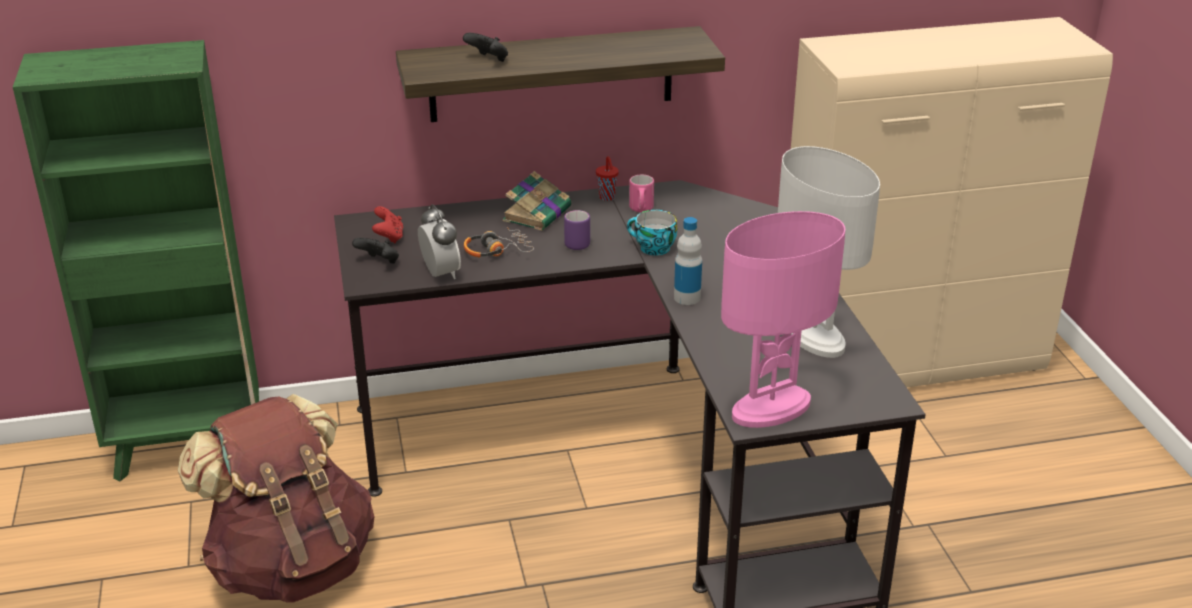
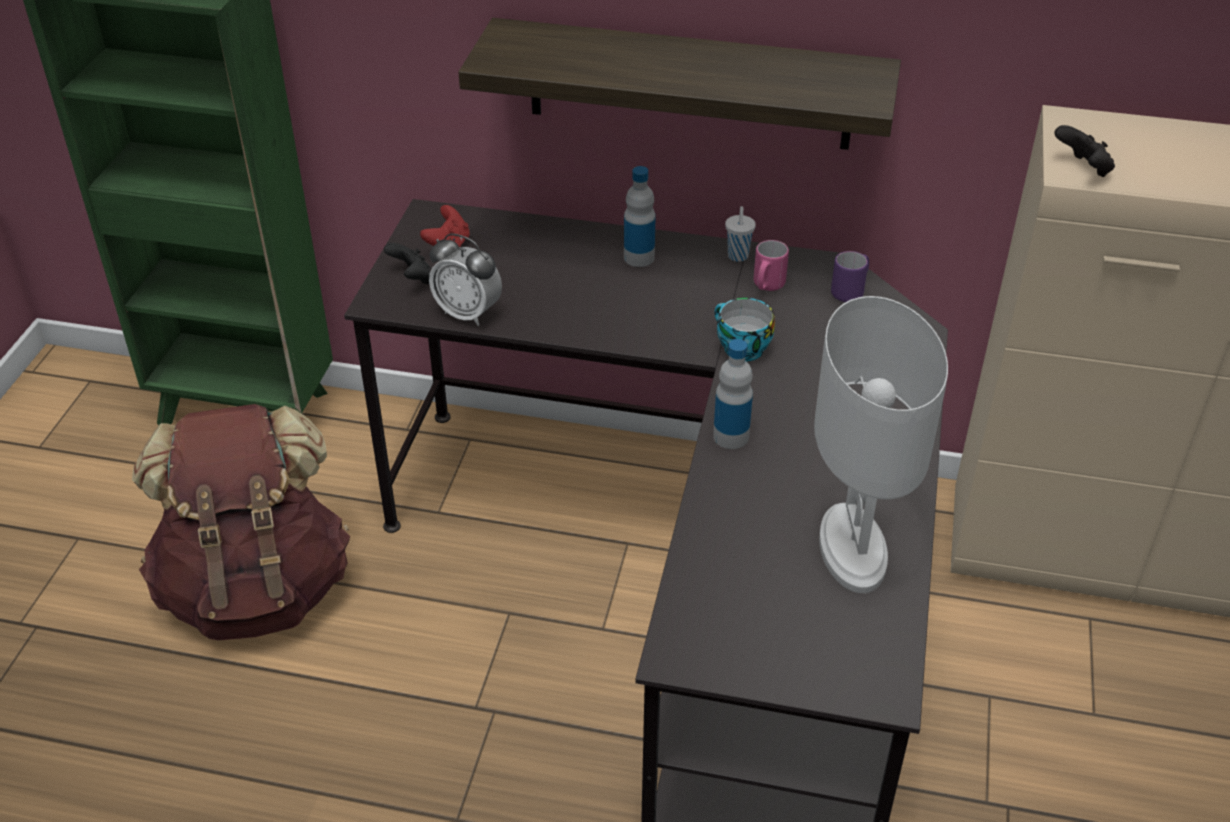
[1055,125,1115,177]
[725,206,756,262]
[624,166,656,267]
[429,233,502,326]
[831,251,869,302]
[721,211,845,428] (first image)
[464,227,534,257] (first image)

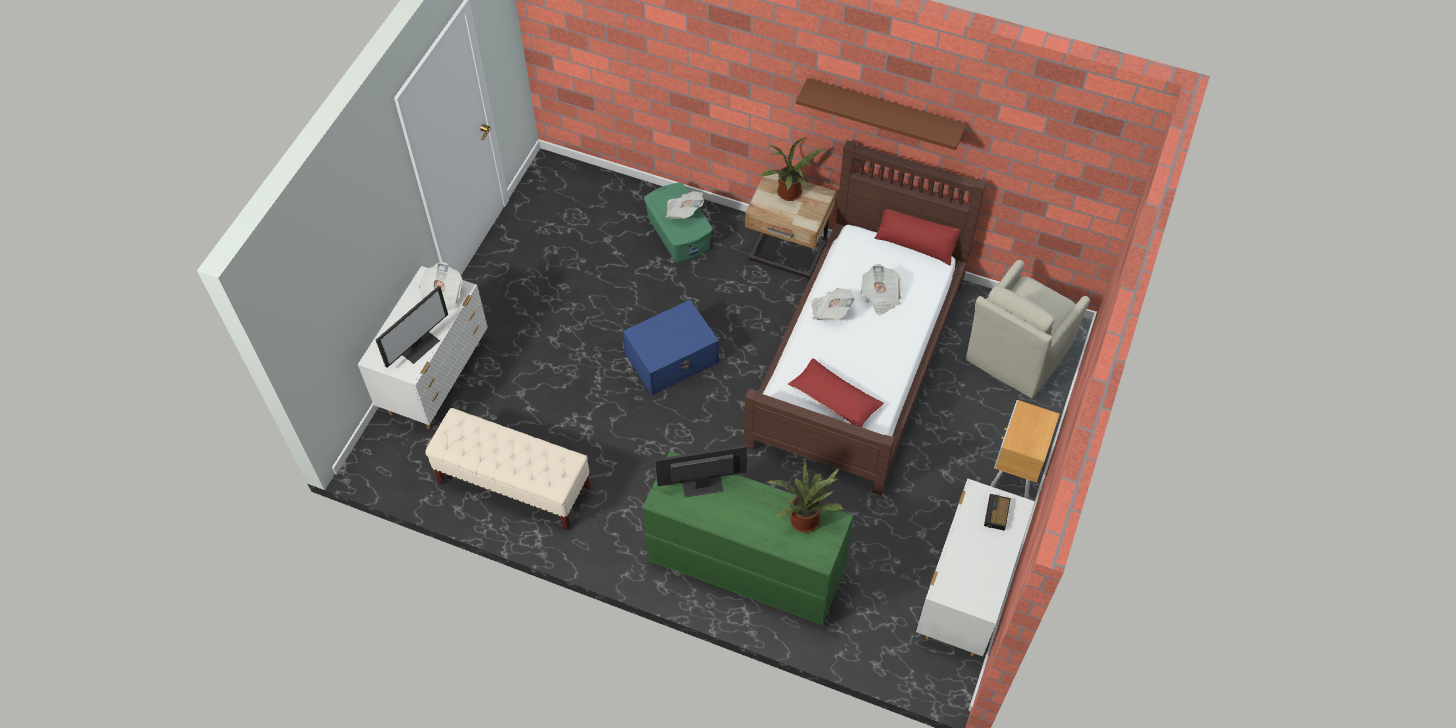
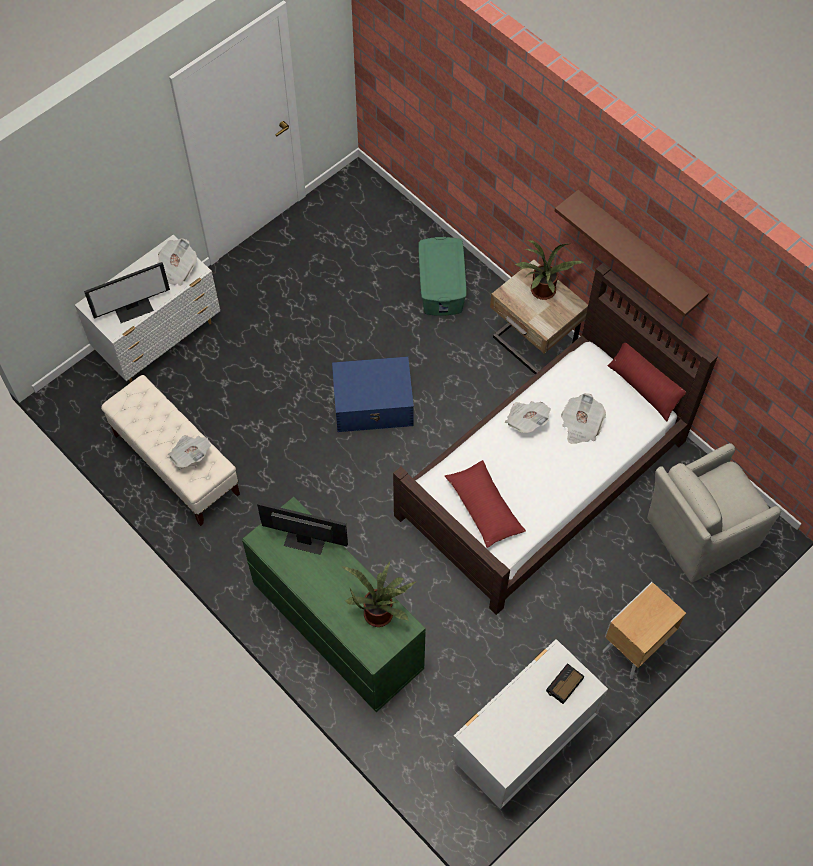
[168,435,211,467]

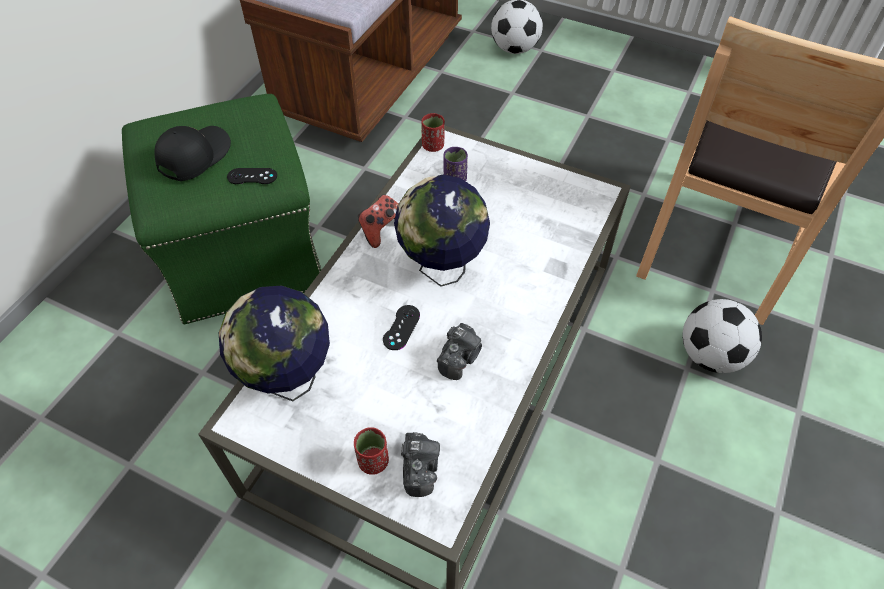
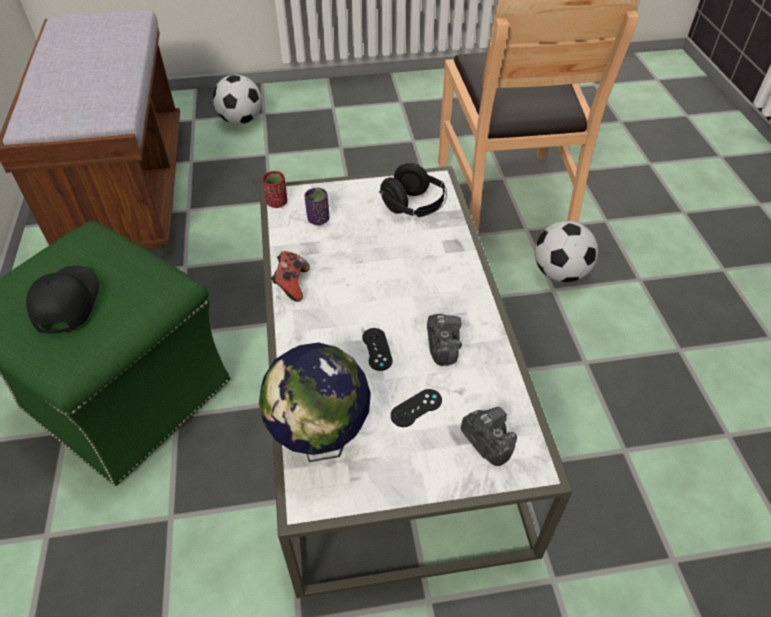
[391,389,442,427]
[394,175,490,287] (first image)
[354,427,389,475] (first image)
[379,163,447,217]

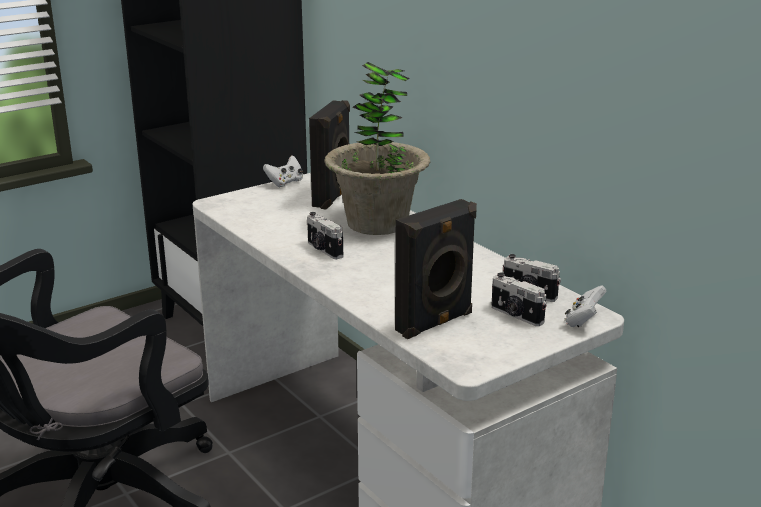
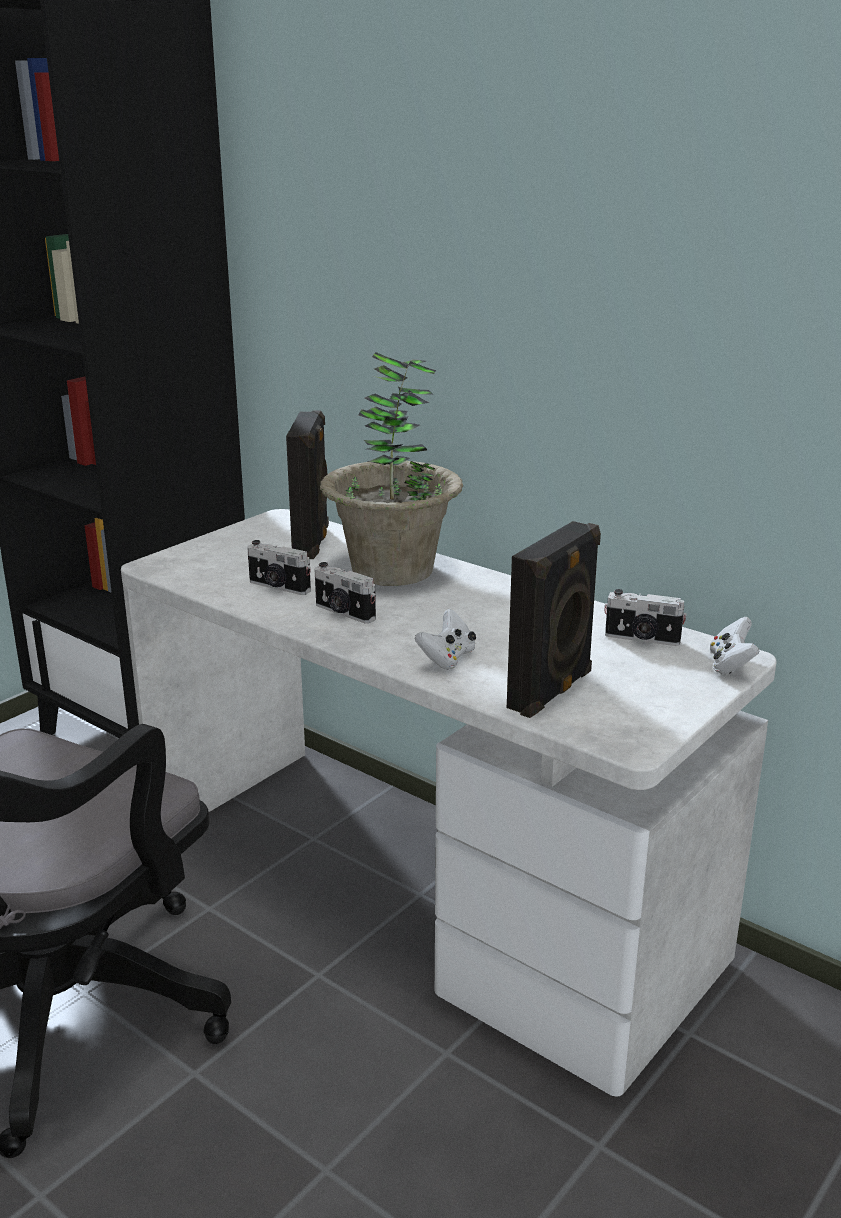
[415,609,476,670]
[247,540,311,595]

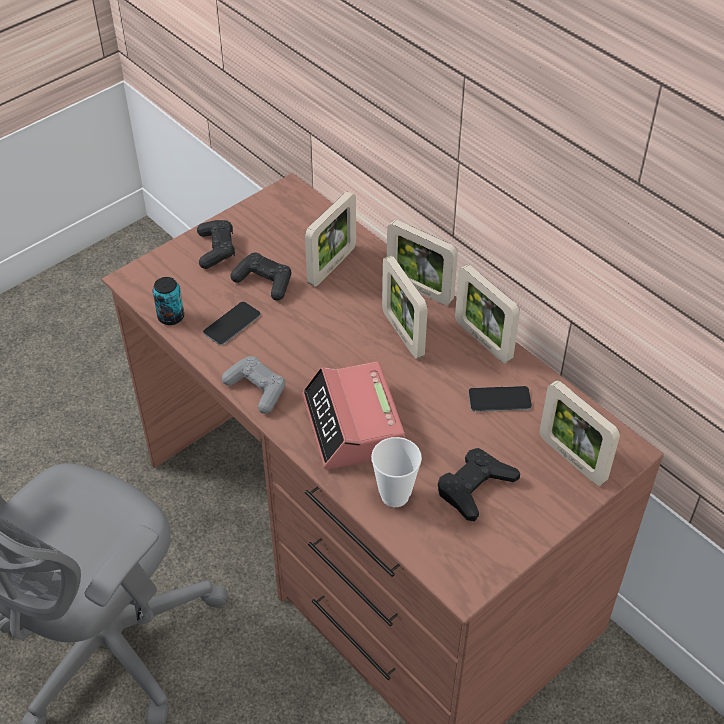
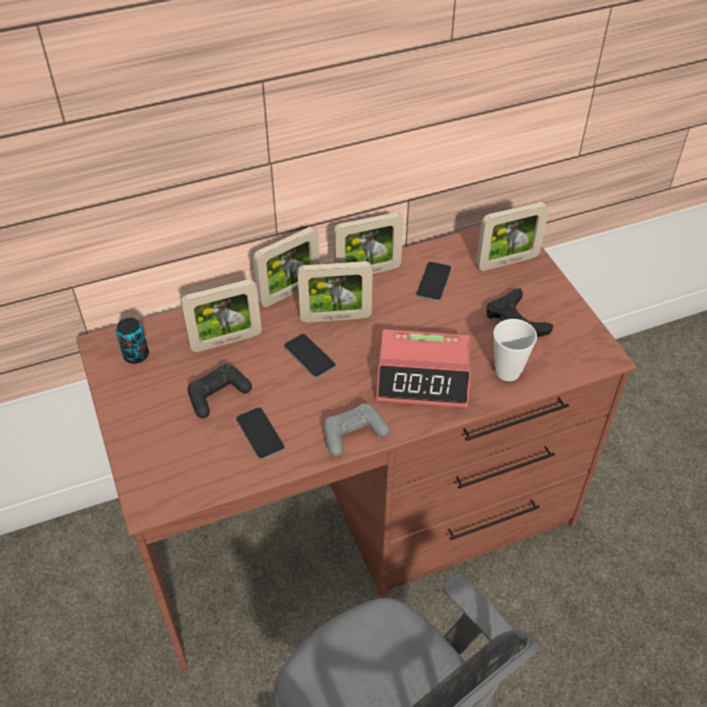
[181,279,262,352]
[197,220,235,269] (first image)
[116,318,149,364]
[284,334,335,378]

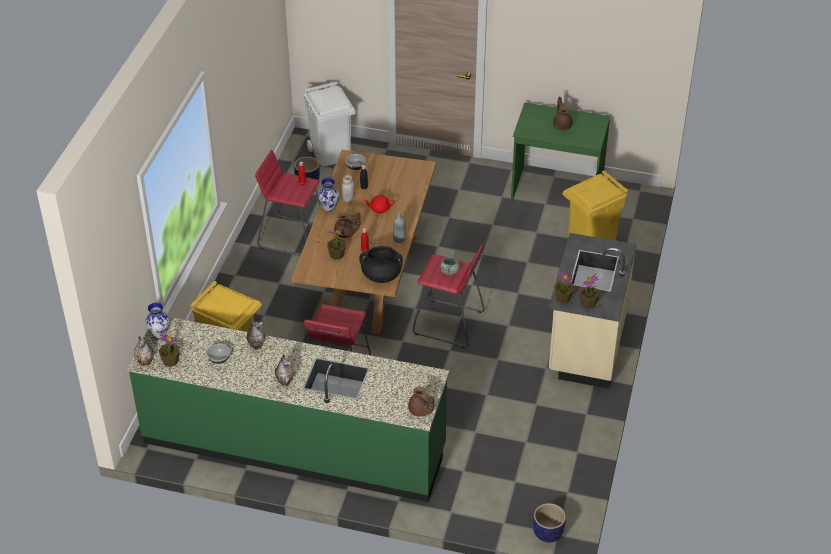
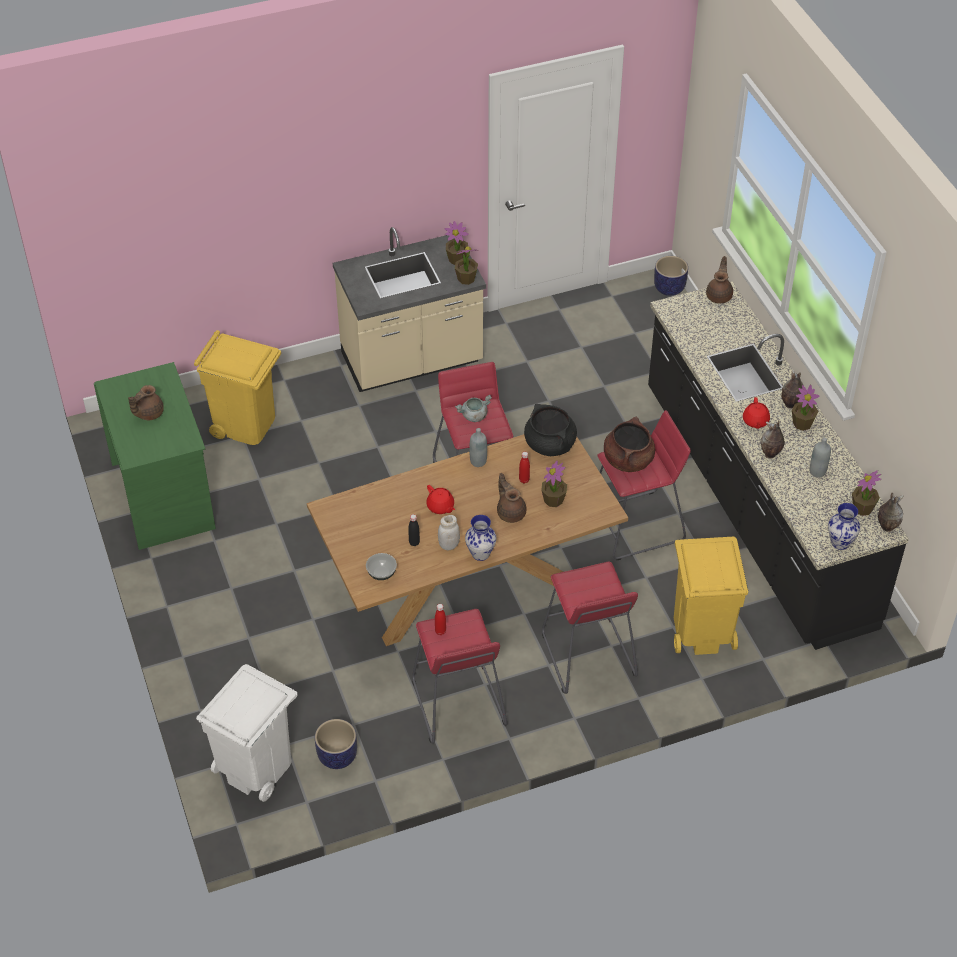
[648,281,909,650]
[810,438,831,478]
[792,385,820,431]
[743,397,770,429]
[604,416,655,472]
[542,561,638,694]

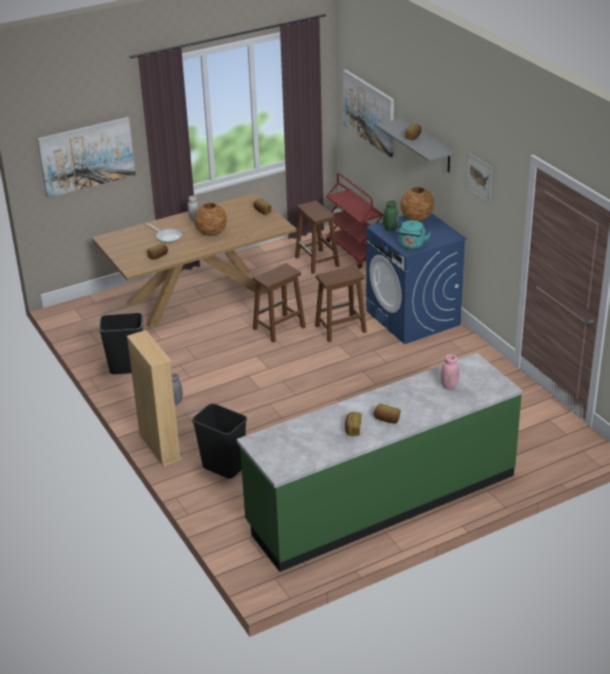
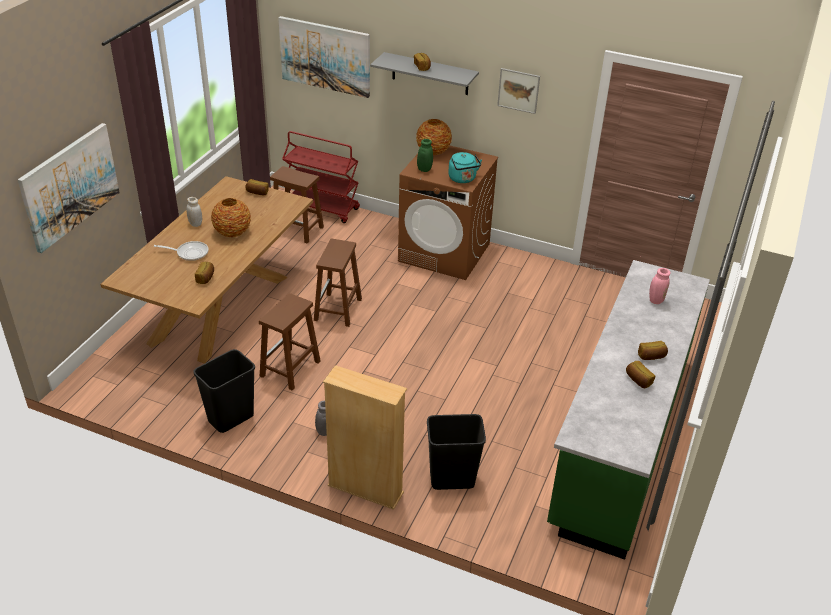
[398,146,498,280]
[259,293,321,390]

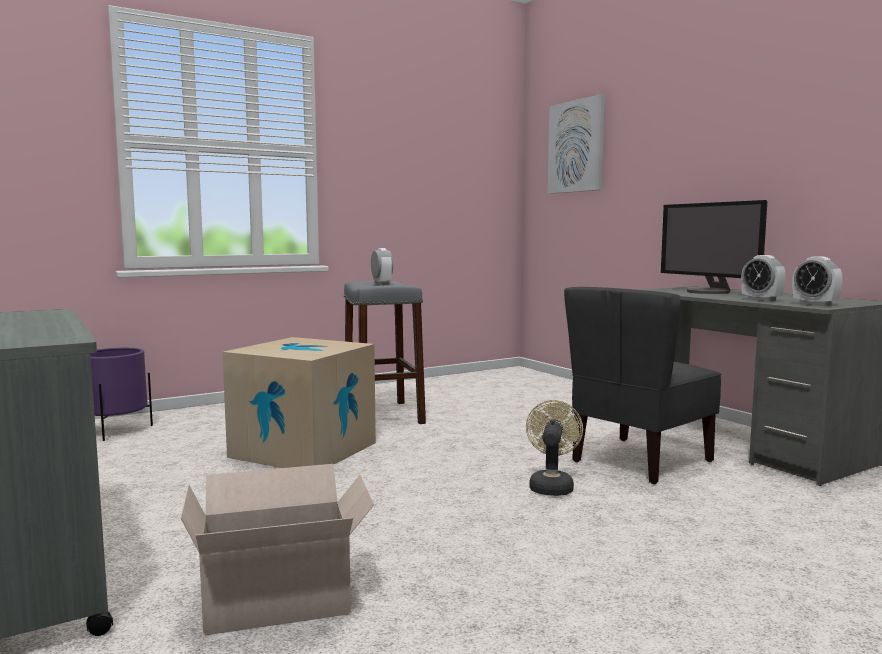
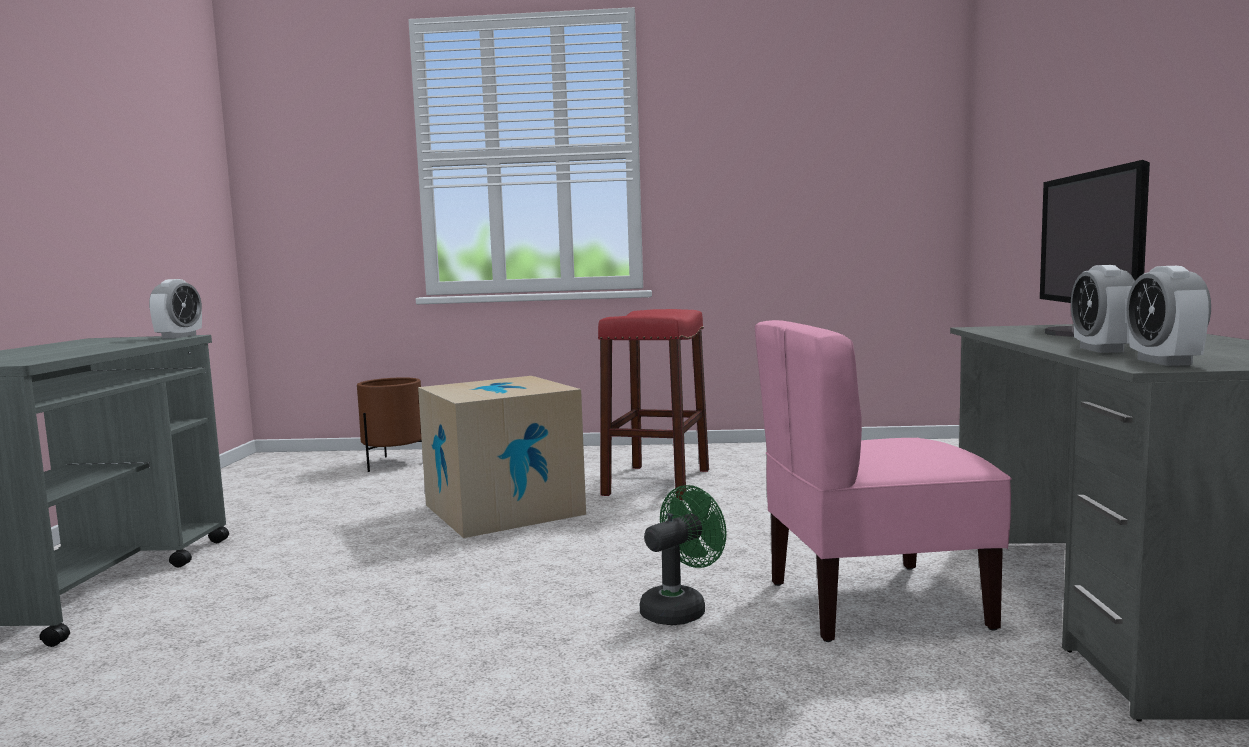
[548,94,605,194] (first image)
[149,279,202,339]
[598,309,709,500]
[755,320,1012,642]
[357,377,422,472]
[640,485,727,625]
[180,464,374,635] (first image)

